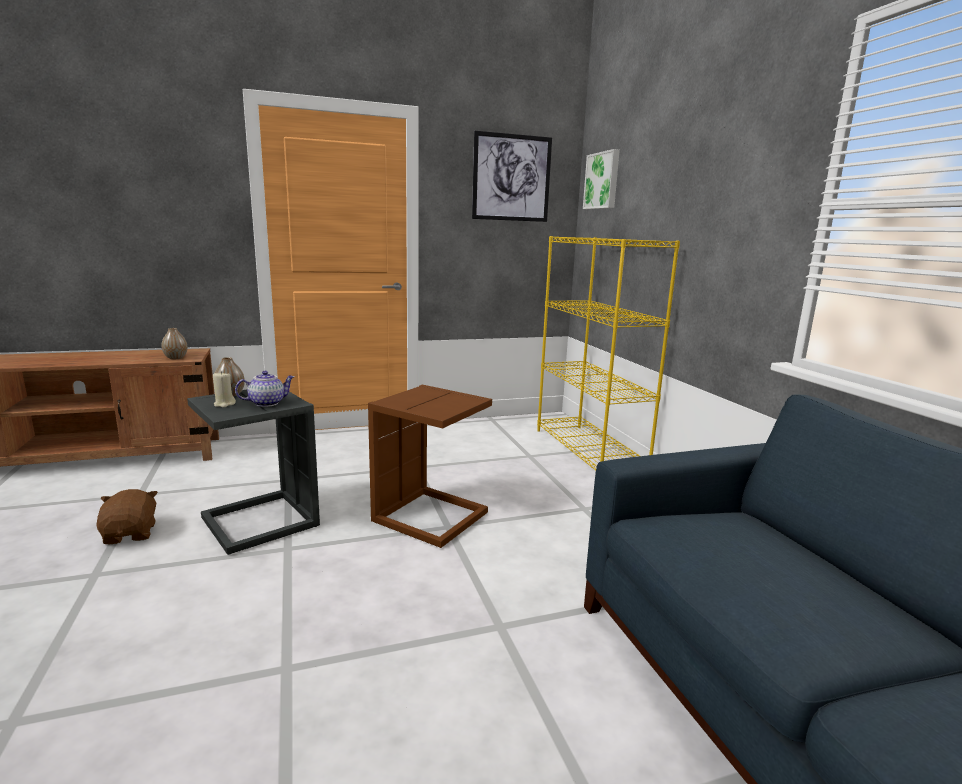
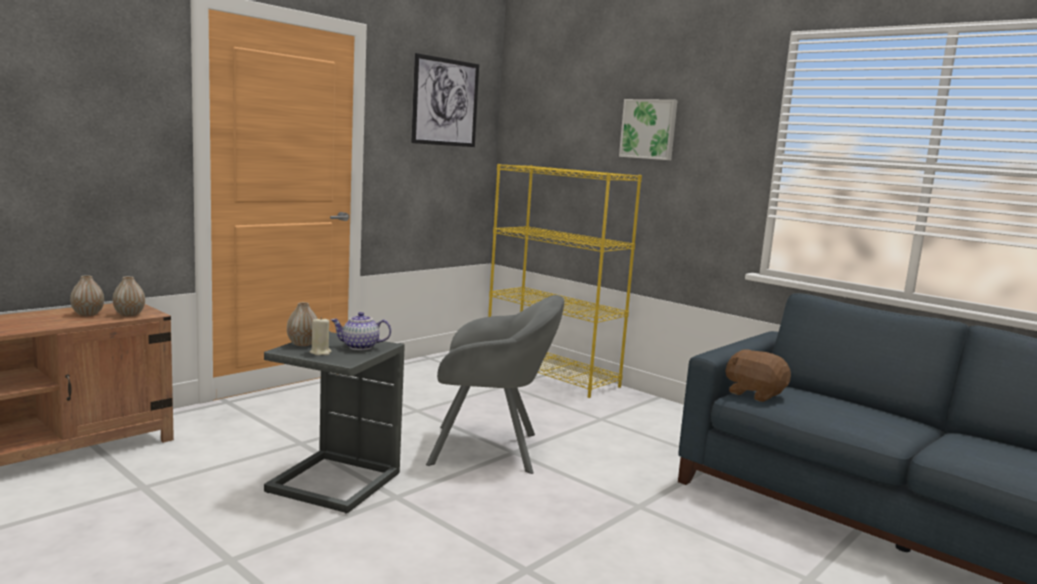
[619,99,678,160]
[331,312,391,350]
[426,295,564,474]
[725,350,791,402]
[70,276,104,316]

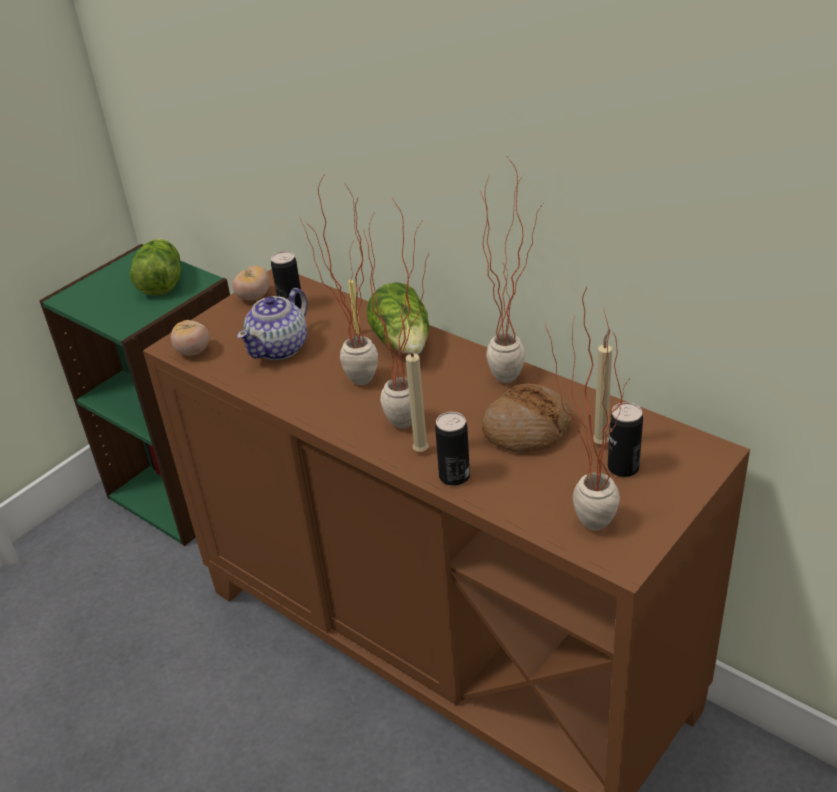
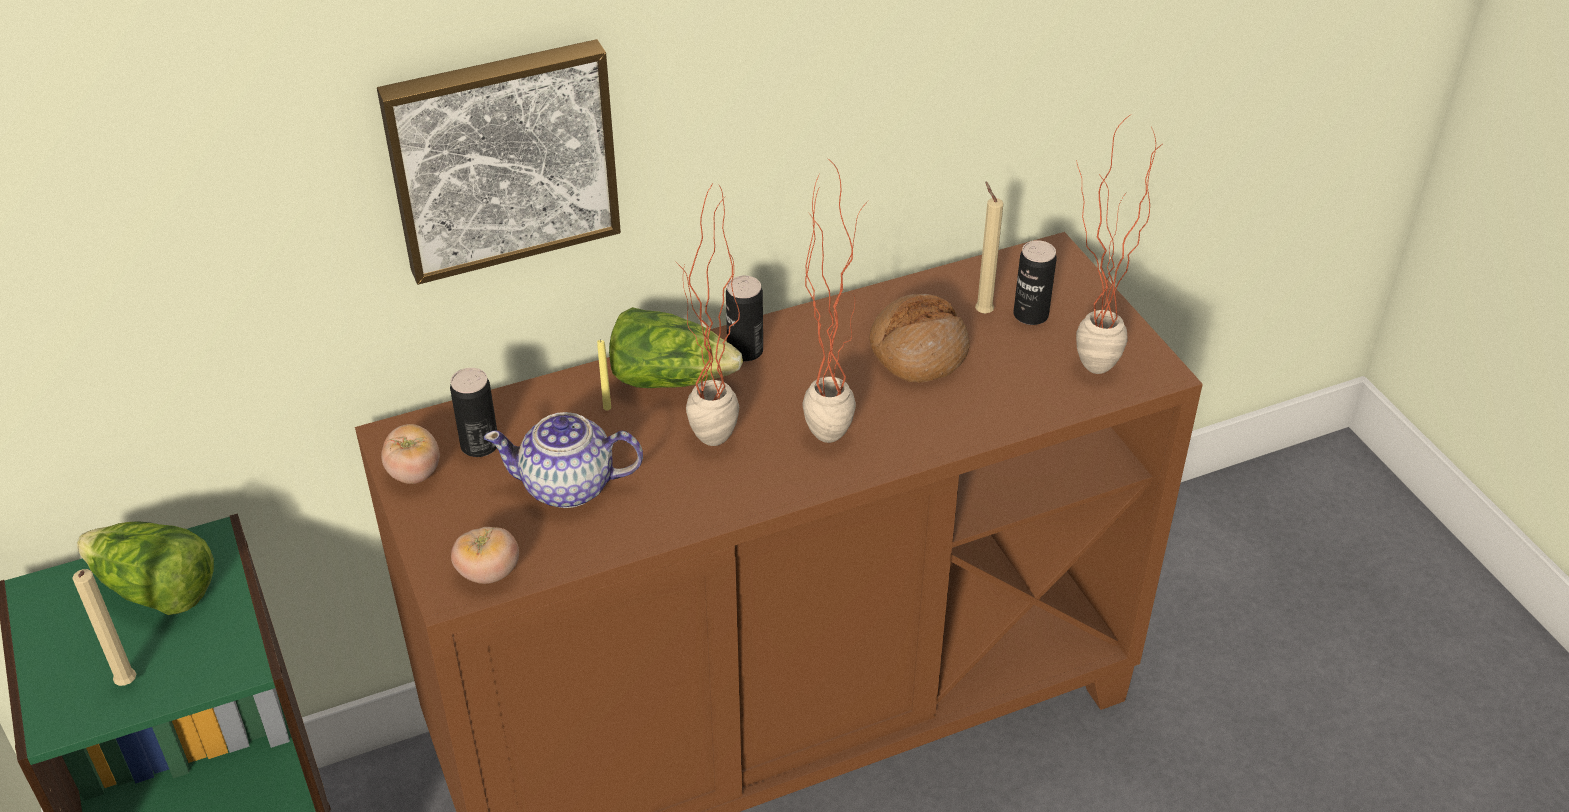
[480,154,543,383] (first image)
[484,412,643,508]
[72,569,136,686]
[726,275,763,362]
[377,39,621,285]

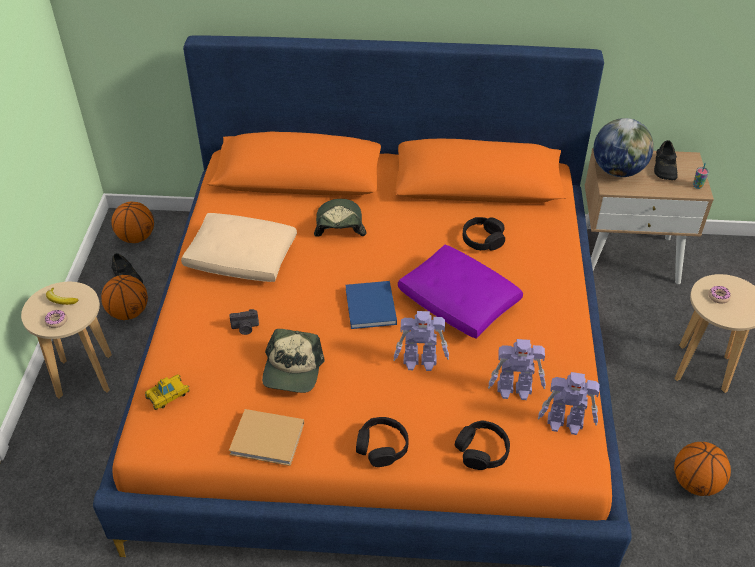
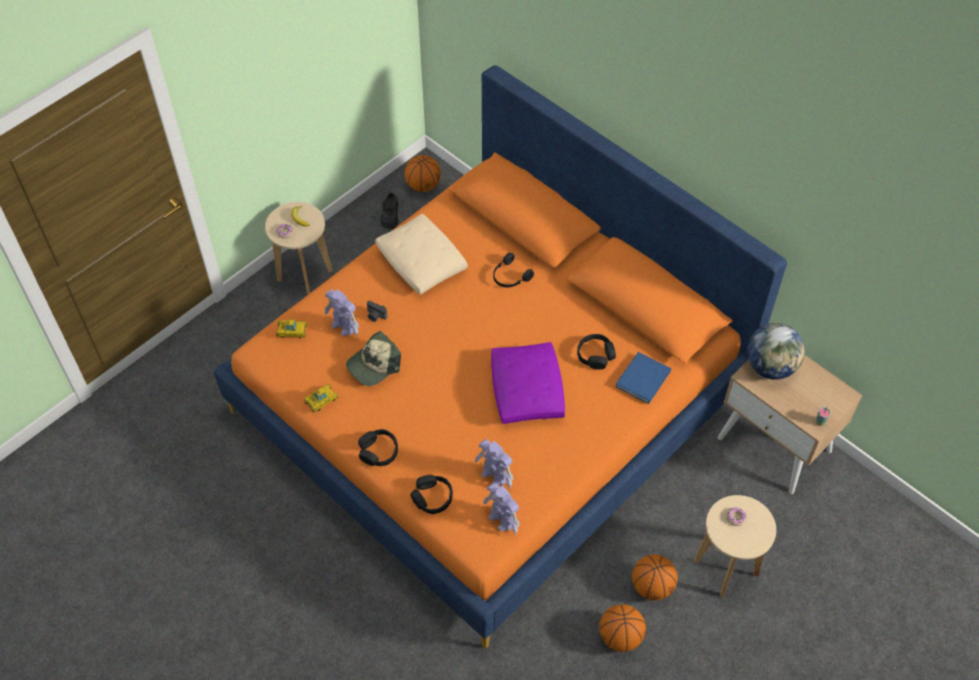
[654,140,678,180] (first image)
[493,253,534,287]
[632,554,678,601]
[615,352,671,404]
[325,289,359,336]
[304,384,338,413]

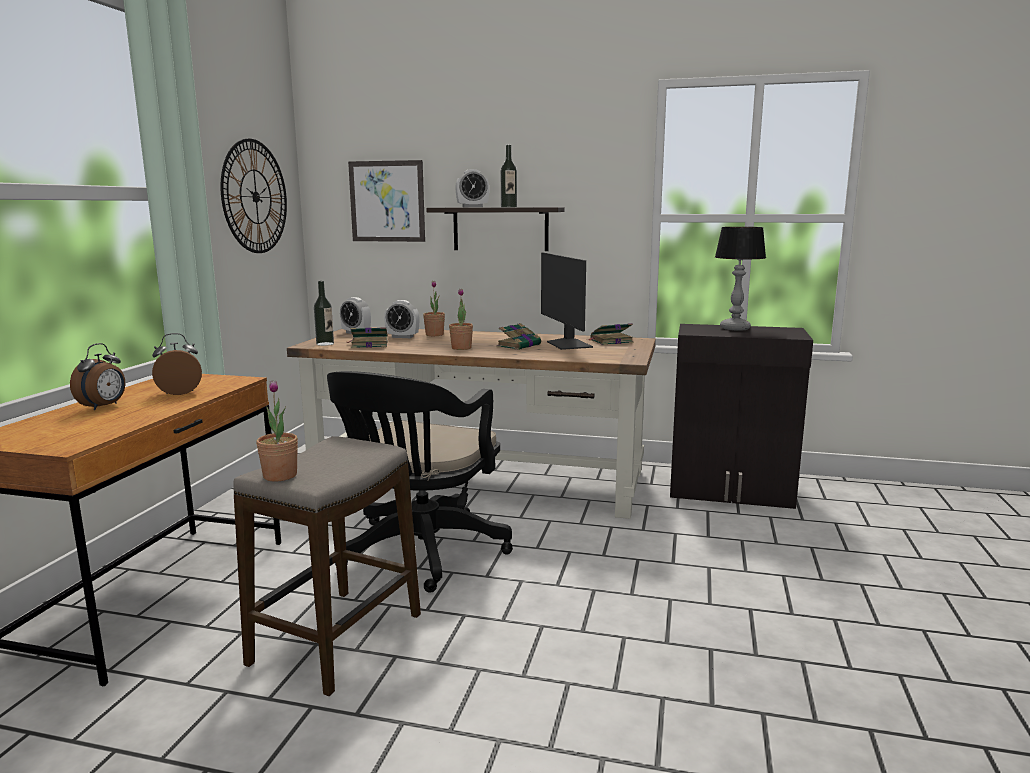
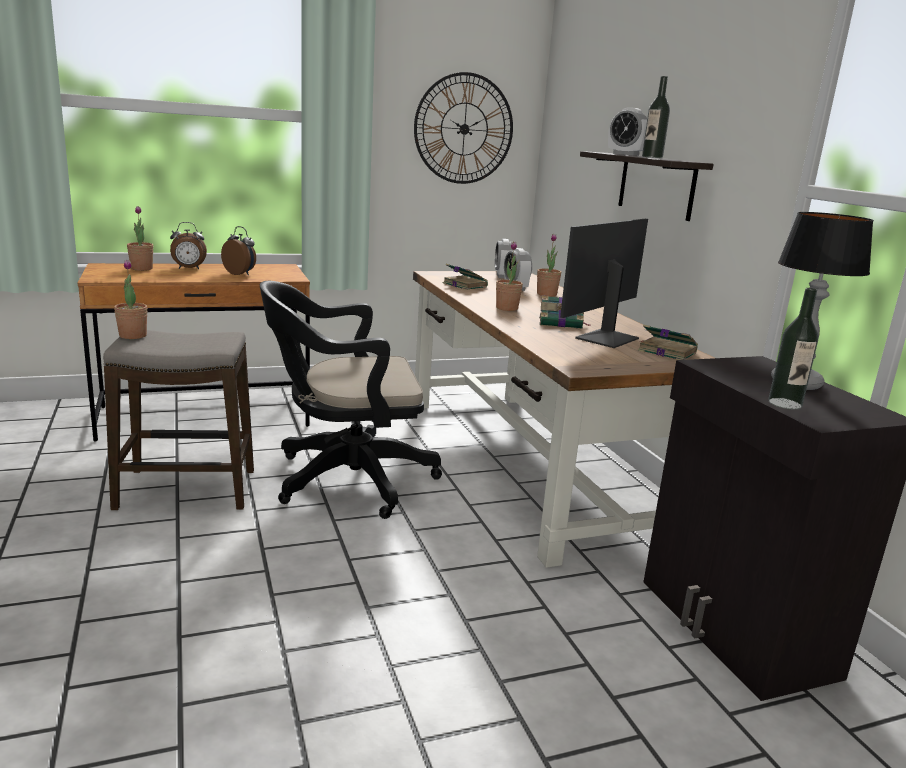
[348,160,425,242] (first image)
[768,288,818,409]
[127,206,153,271]

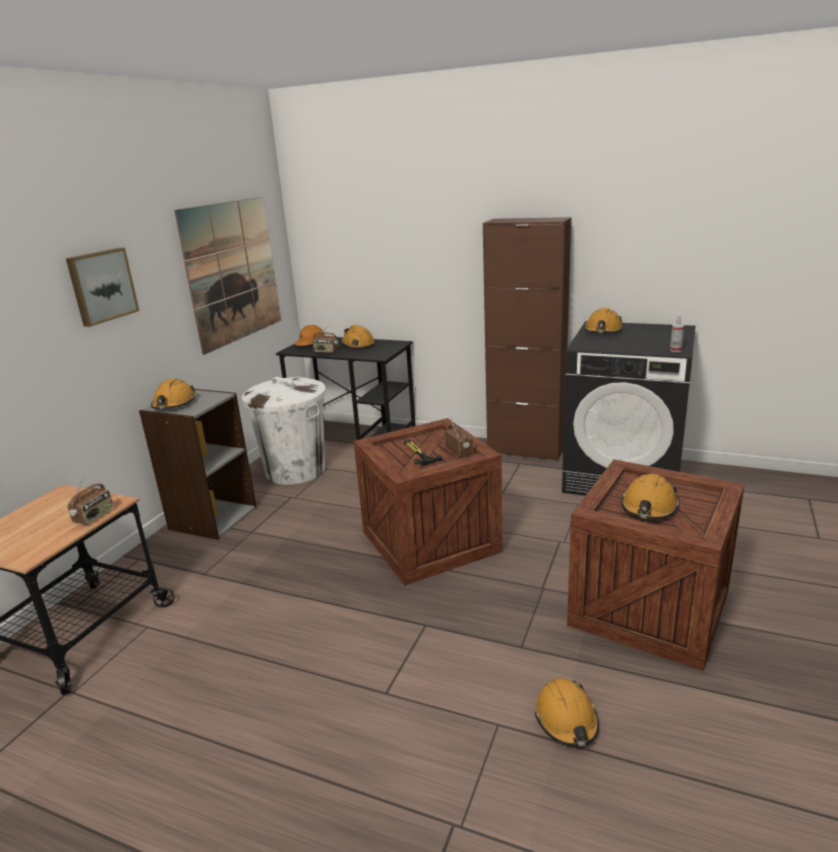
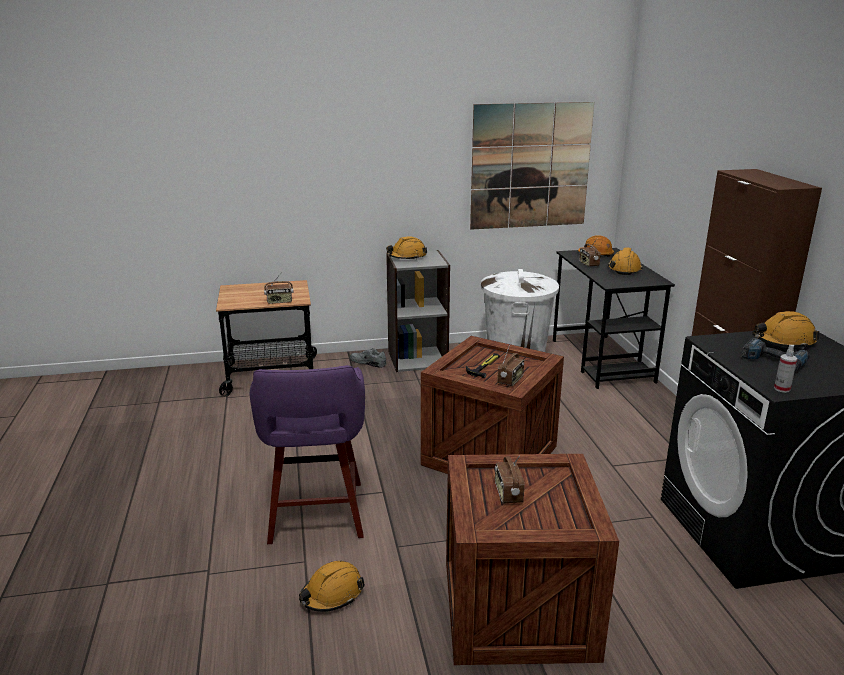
[66,248,139,327] (first image)
[495,456,524,503]
[741,338,810,371]
[350,348,386,368]
[250,365,365,544]

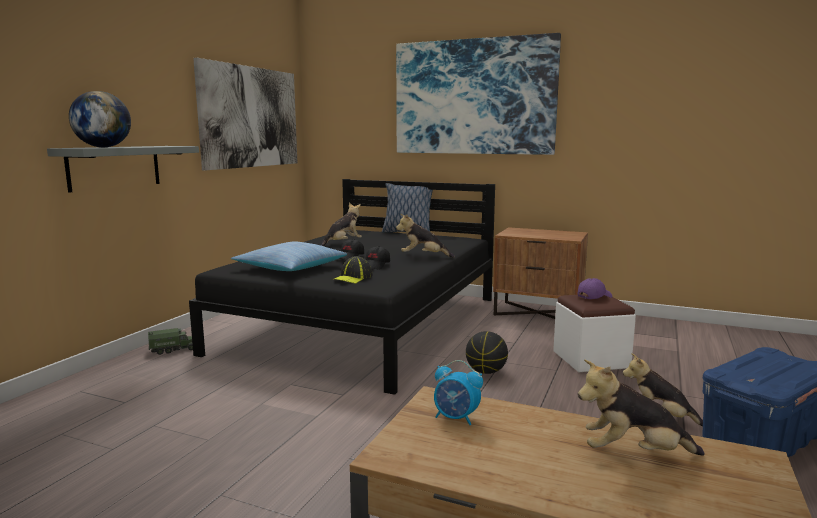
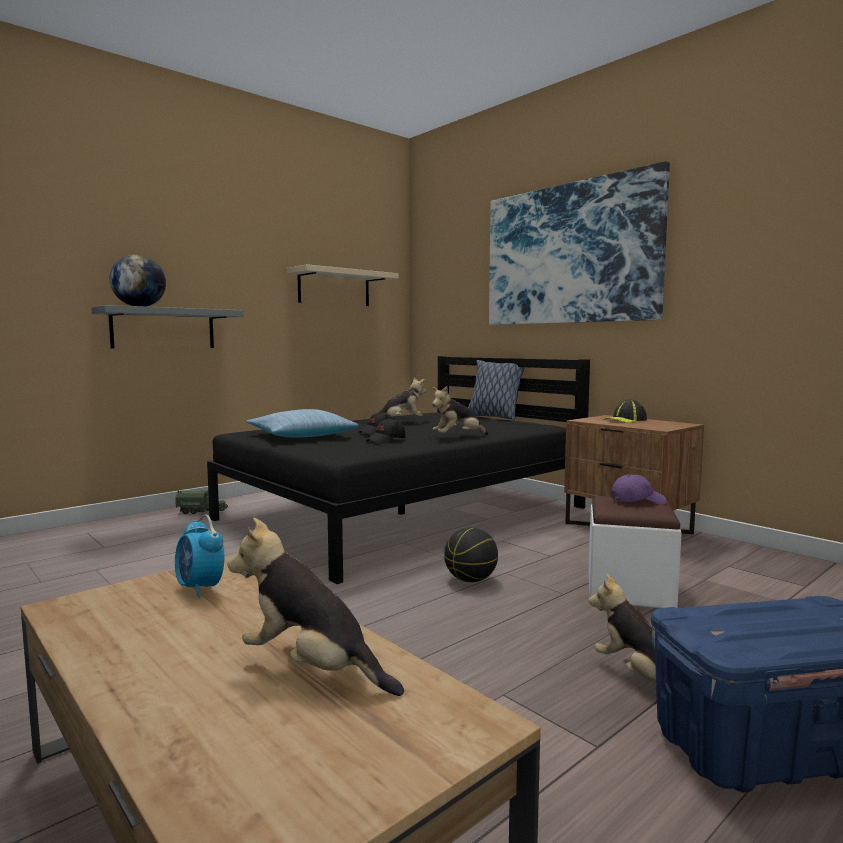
[286,264,399,306]
[432,386,489,435]
[604,400,647,423]

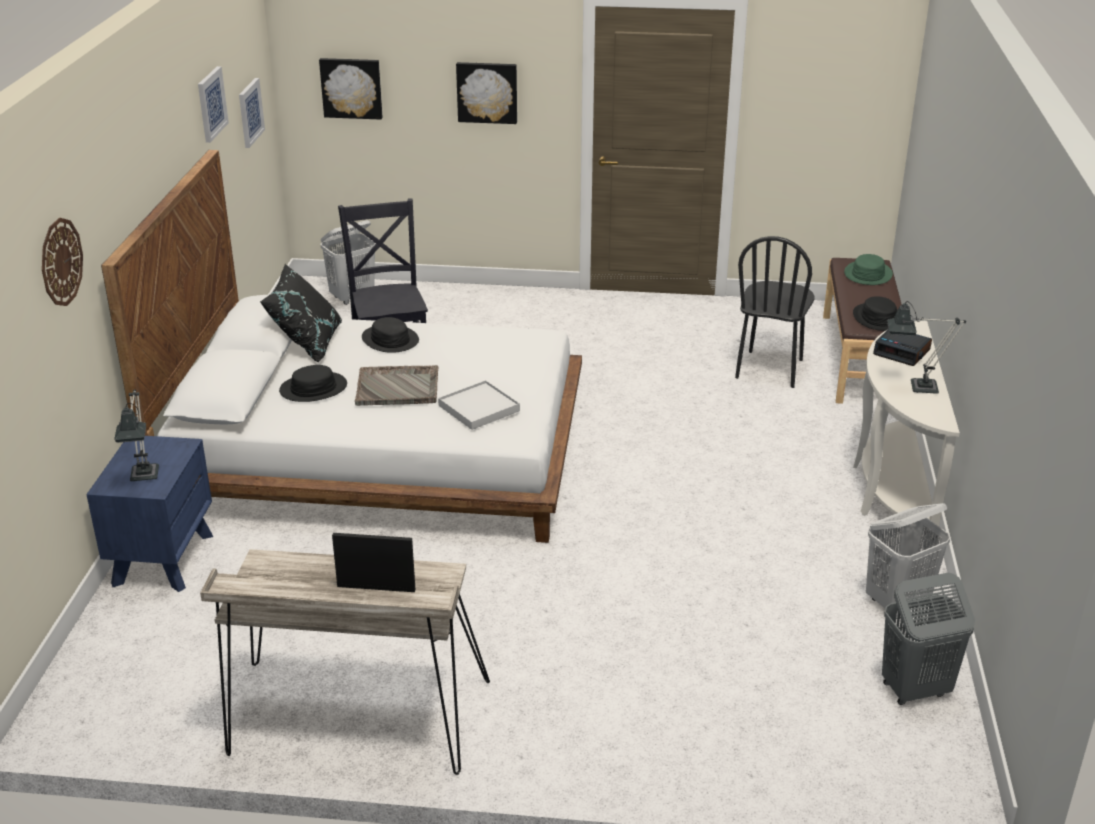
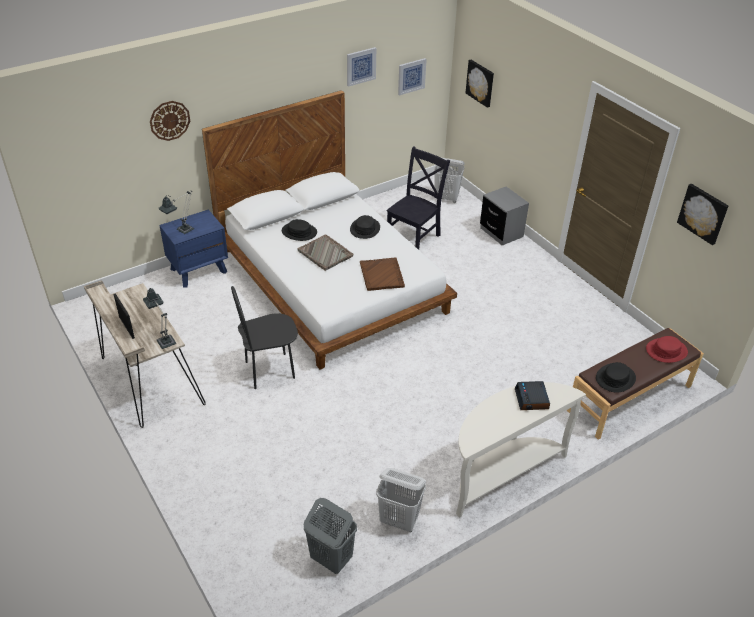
[677,184,728,245]
[231,286,298,389]
[646,336,688,363]
[260,264,342,362] (first image)
[143,288,176,349]
[438,380,520,430] (first image)
[480,186,529,245]
[360,257,405,291]

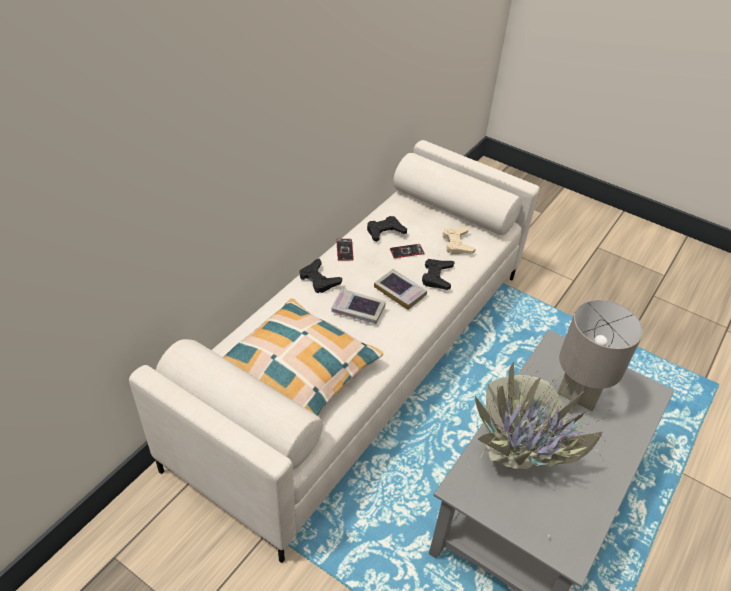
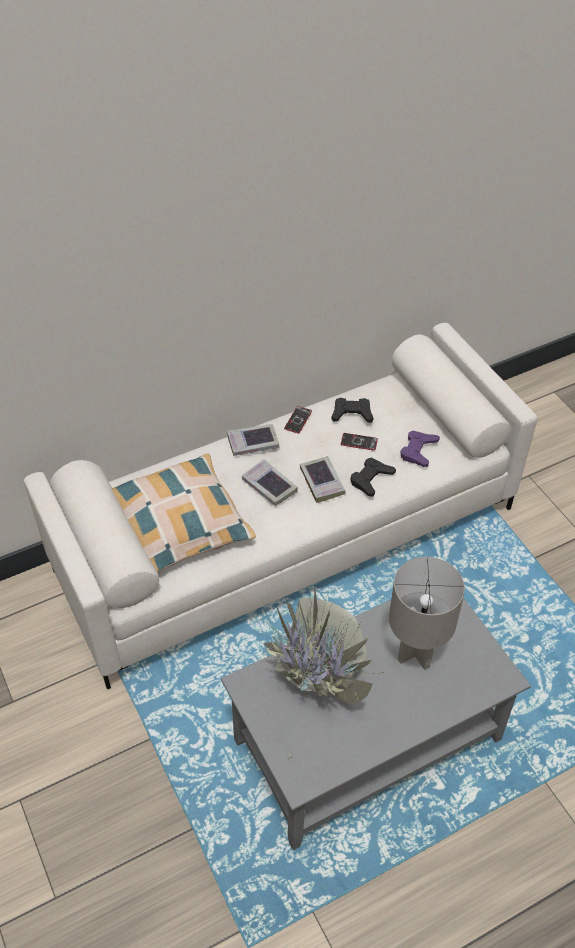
[400,430,440,467]
[227,424,279,456]

